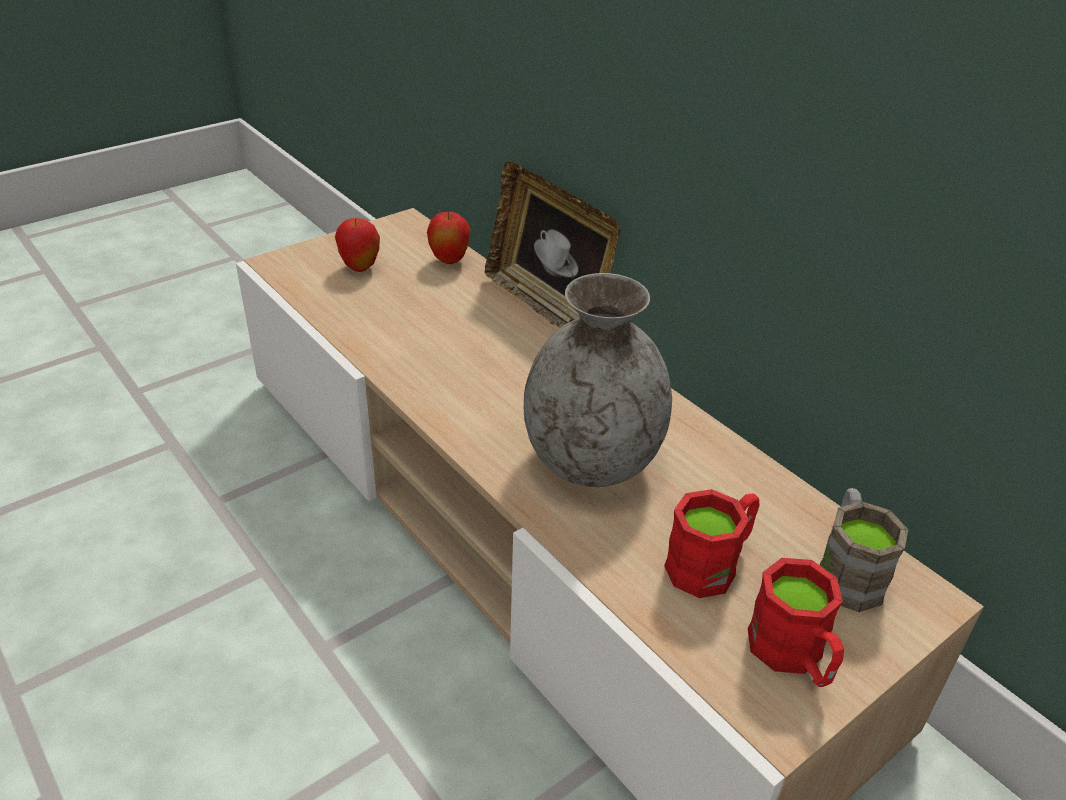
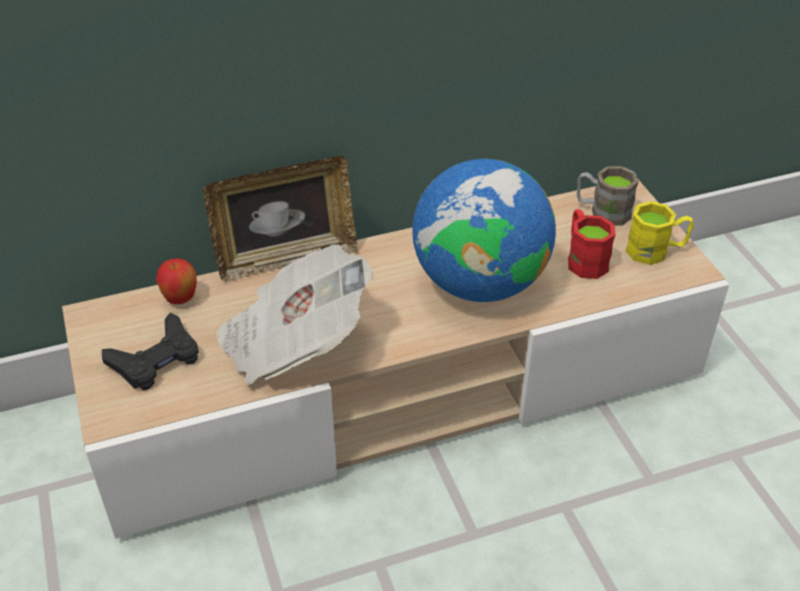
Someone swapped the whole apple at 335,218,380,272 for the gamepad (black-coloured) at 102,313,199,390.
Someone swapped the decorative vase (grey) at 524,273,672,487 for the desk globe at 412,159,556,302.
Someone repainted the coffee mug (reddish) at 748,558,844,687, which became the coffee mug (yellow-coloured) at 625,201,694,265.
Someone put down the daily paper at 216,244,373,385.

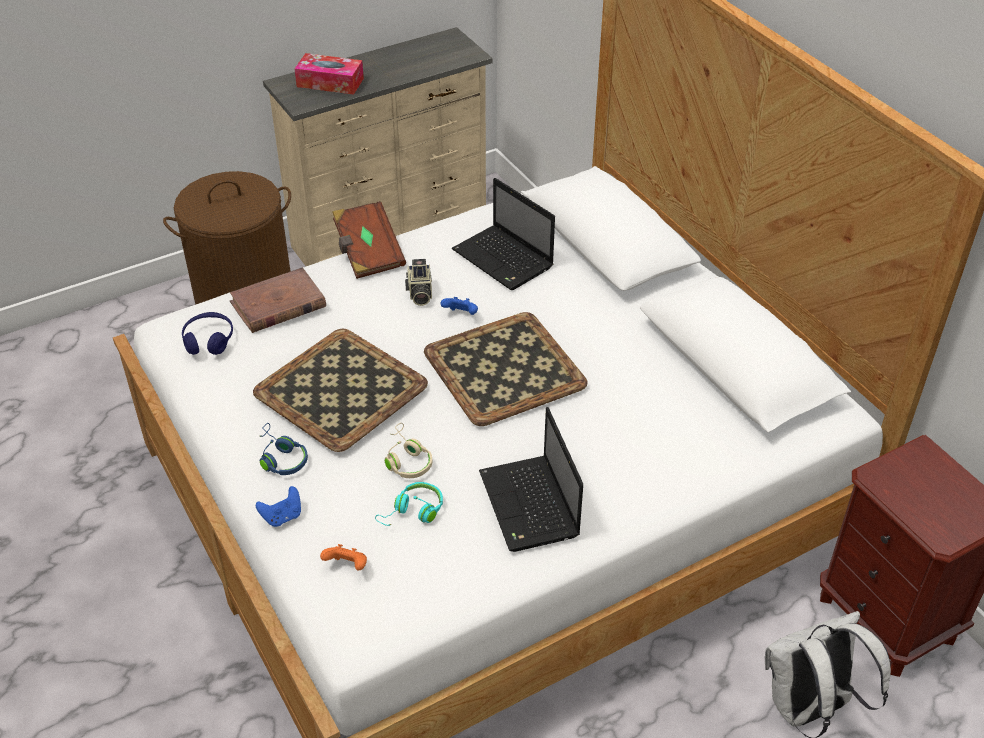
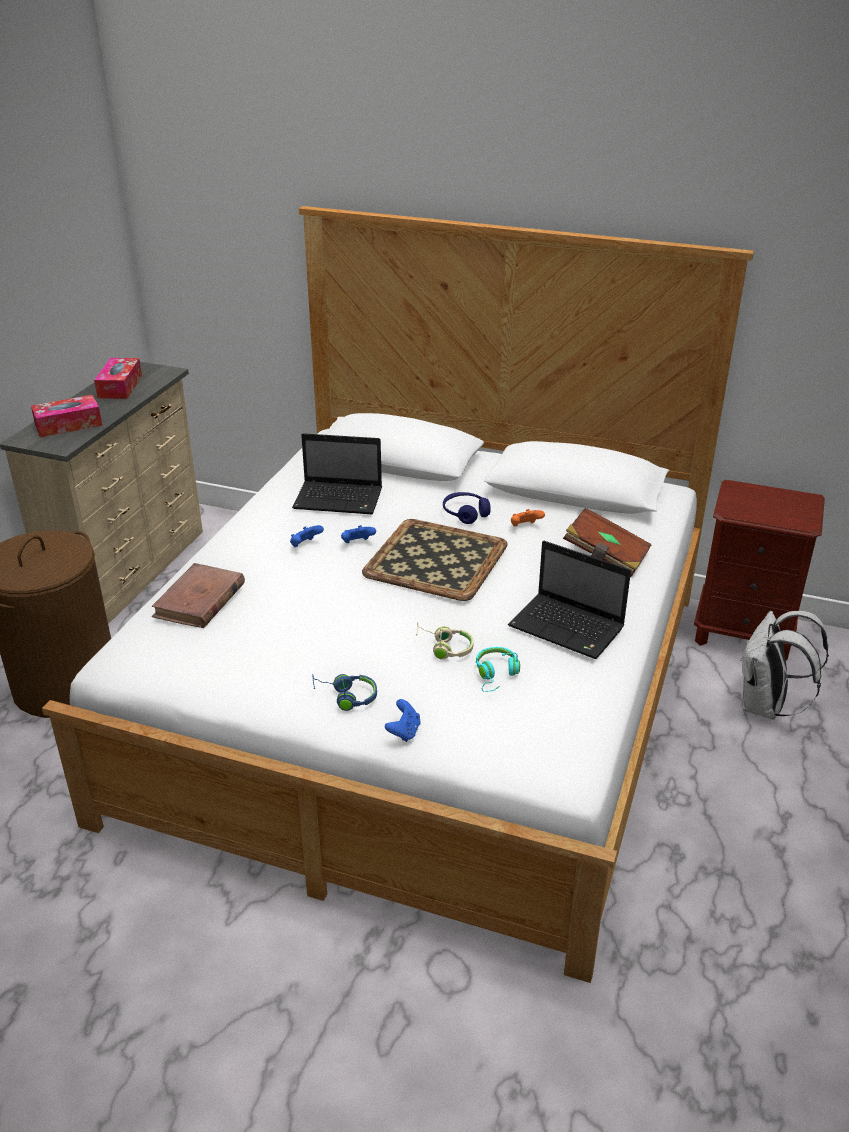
Someone carried the volume (brown-coloured) from 332,201,406,279 to 563,508,652,577.
Someone swapped the still camera at 405,259,432,306 for the gamepad (bluish) at 290,525,324,547.
Someone carried the headphones (bluish) from 182,312,233,355 to 443,492,491,524.
Someone took away the tray at 253,329,428,452.
Someone carried the gamepad (orange) from 320,544,367,570 to 511,509,545,527.
Someone put down the tissue holder at 94,358,142,399.

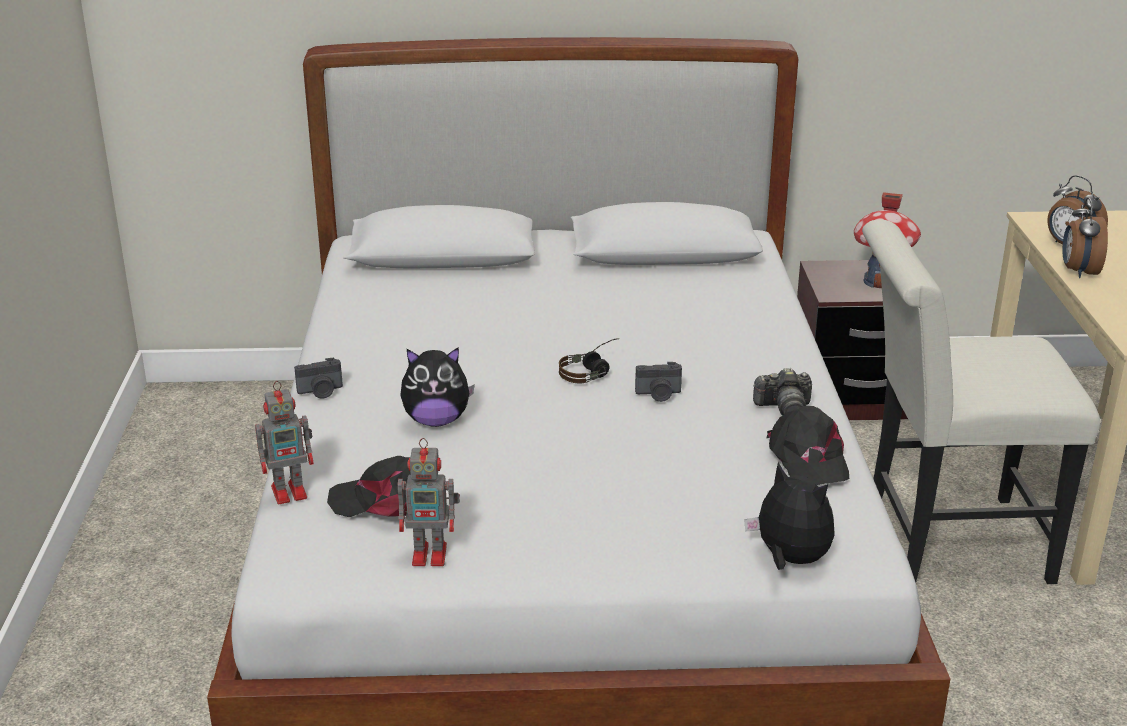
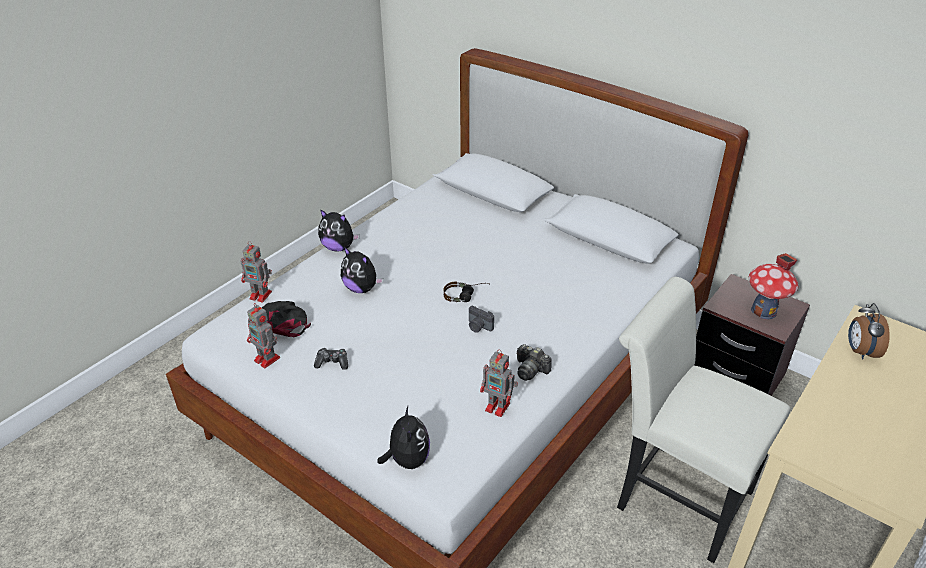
Someone took away the bedside clock at 1062,197,1108,278.
Someone swapped the still camera at 294,358,343,399 for the cuddly toy at 318,209,360,252.
Someone swapped the cap (black-coloured) at 766,406,849,485 for the toy robot at 480,350,518,417.
Someone put down the gamepad at 314,348,348,370.

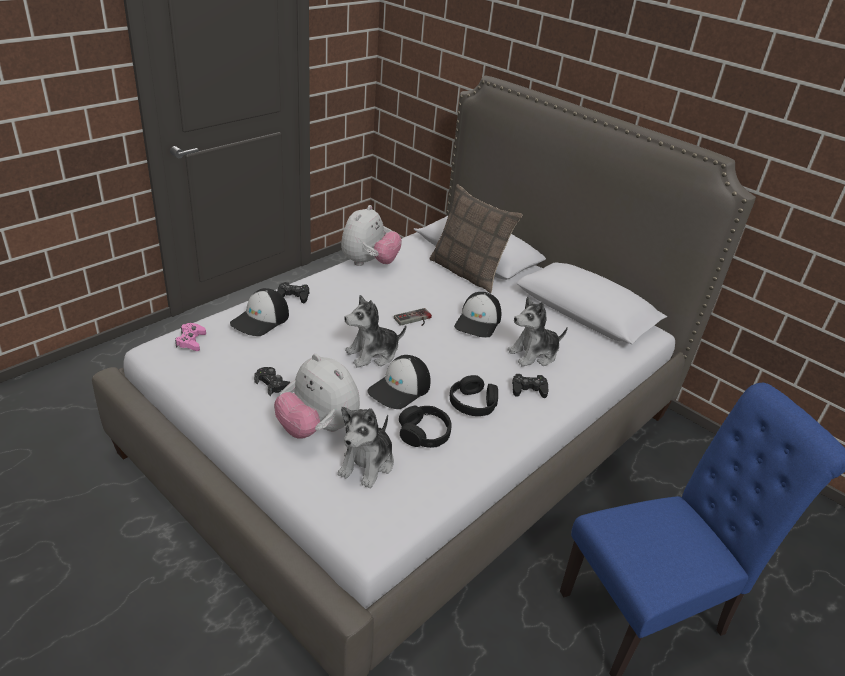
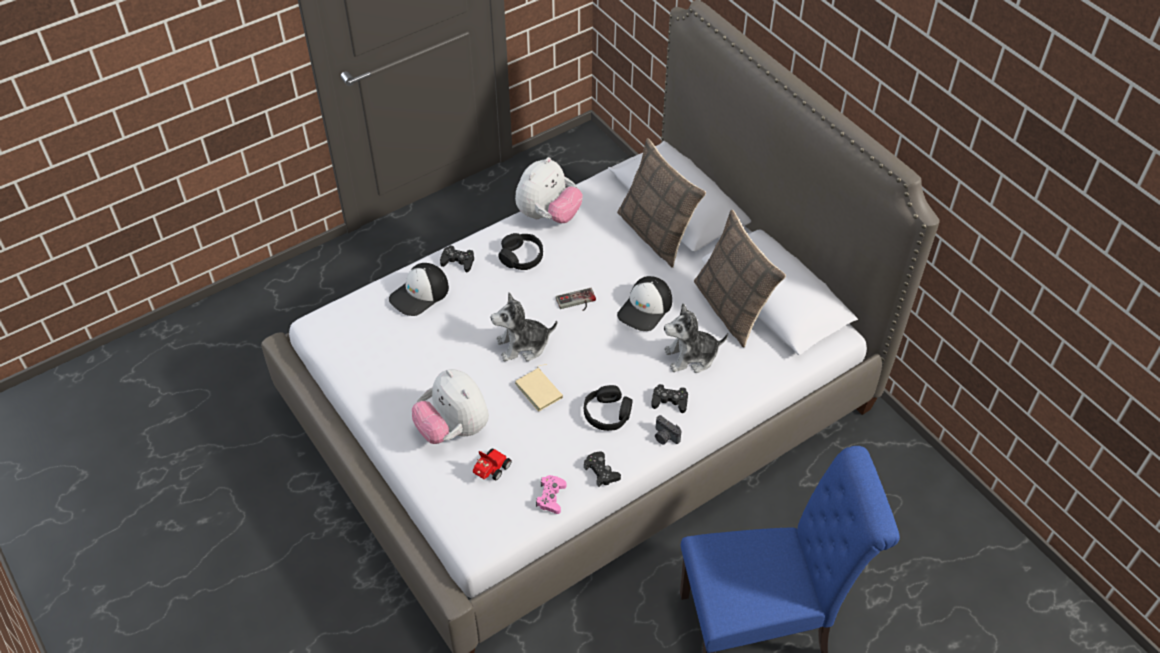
Someone carried the gamepad (pinkish) from 175,323,206,351 to 536,475,566,514.
Someone swapped the cap at 367,355,431,409 for the volume (sand-coloured) at 515,364,563,412.
Someone carried the gamepad (black-coloured) from 254,367,291,396 to 584,451,621,487.
Someone carried the headphones (black-coloured) from 399,406,452,448 to 498,233,543,270.
Someone swapped the cuddly toy at 338,407,394,488 for the toy car at 473,448,512,481.
Someone put down the cushion at 694,210,786,348.
Someone put down the still camera at 655,415,682,445.

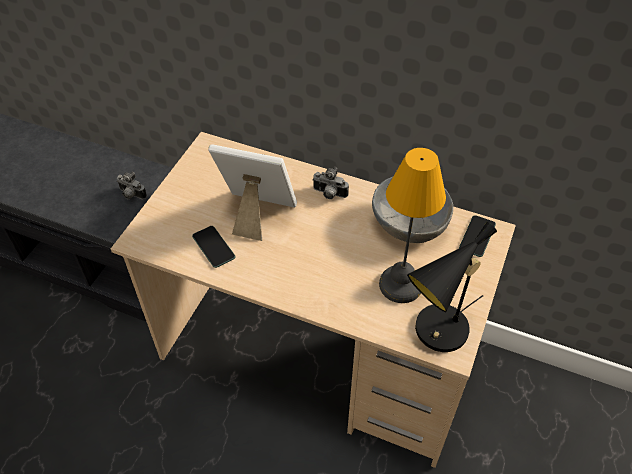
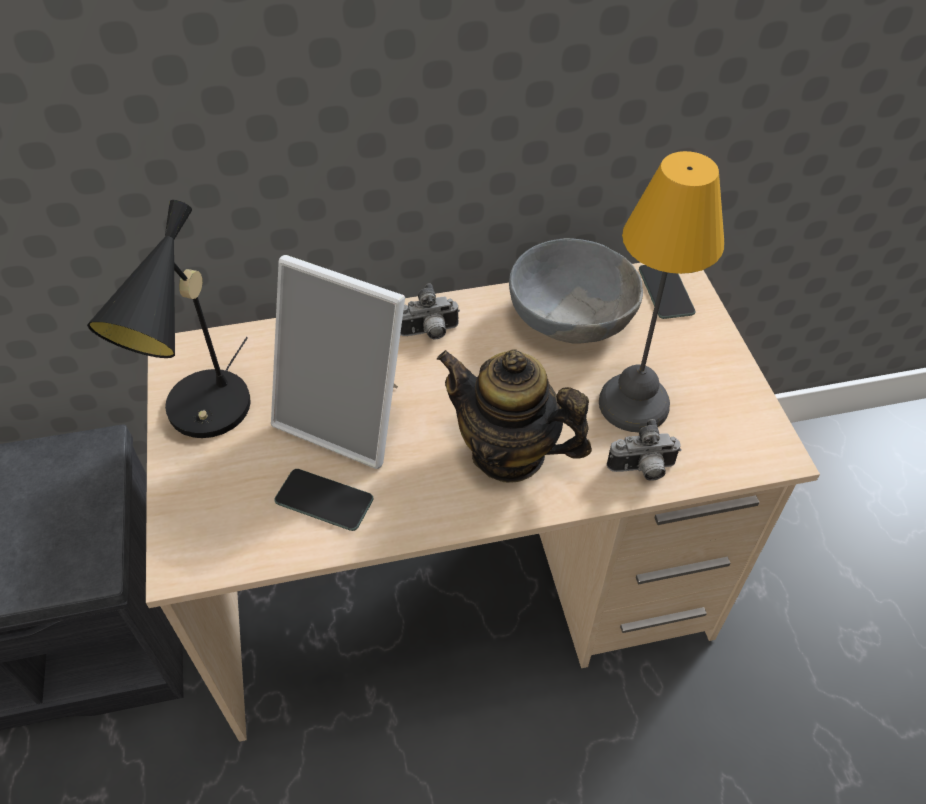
Someone rotated the picture frame at 208,144,297,241 by 135 degrees counterclockwise.
Someone carried the still camera from 117,172,147,199 to 607,419,681,481.
Someone carried the table lamp (black-coloured) from 407,222,497,352 to 87,200,251,438.
Someone put down the pot for tea at 437,349,592,483.

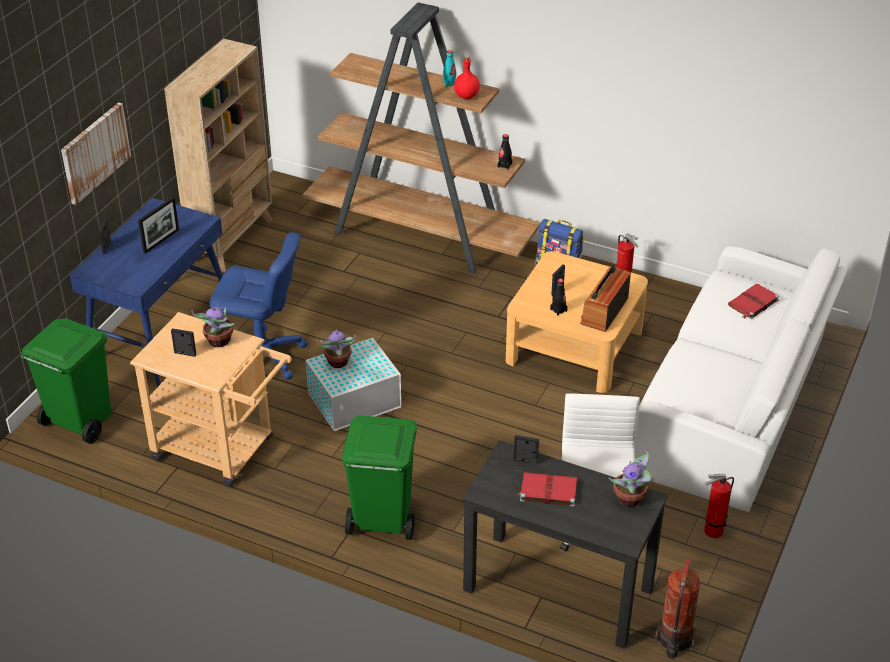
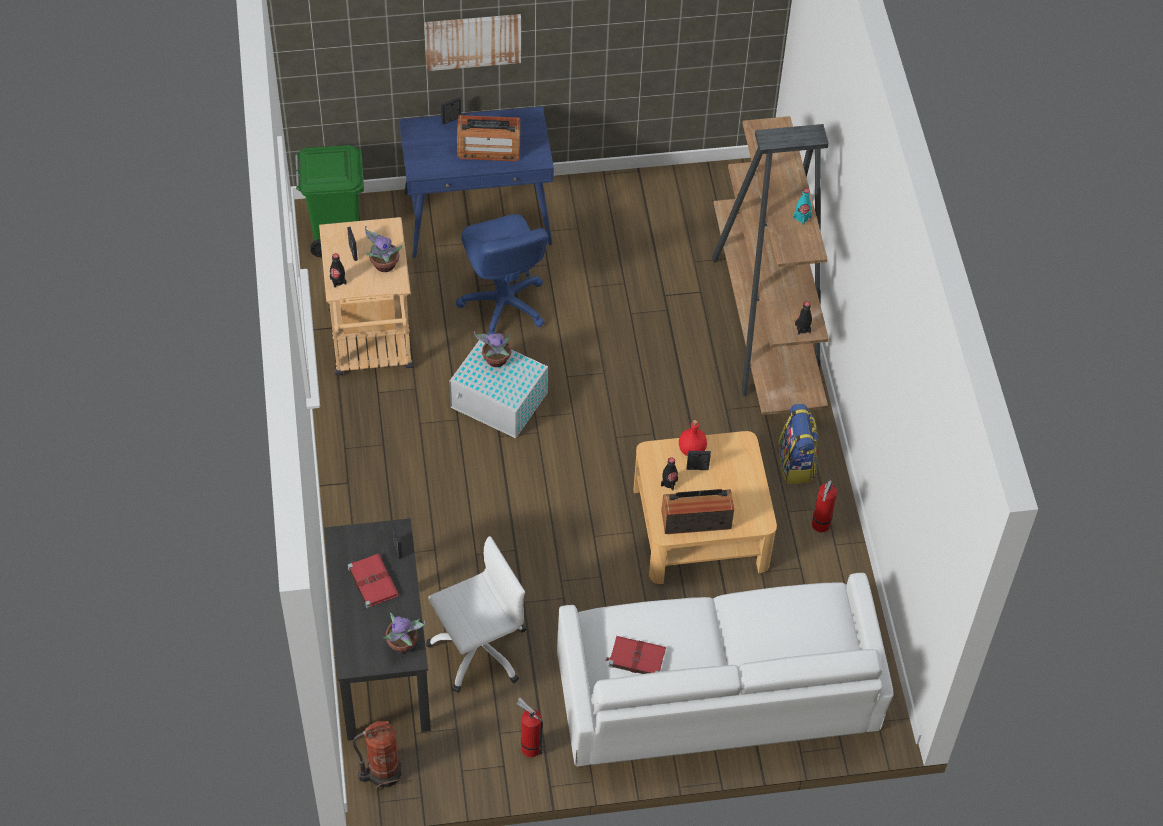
Someone took away the shelving unit (sand-coloured) at 164,38,273,272.
Someone carried the drink bottle (reddish) from 454,56,480,99 to 679,420,707,456.
Someone swapped the picture frame at 138,197,179,254 for the radio at 457,115,520,161.
Someone carried the volume (reddish) from 728,284,779,319 to 606,636,666,674.
Someone took away the rubbish bin (green-coloured) at 342,415,417,540.
Someone put down the drink bottle (black-coloured) at 330,253,347,288.

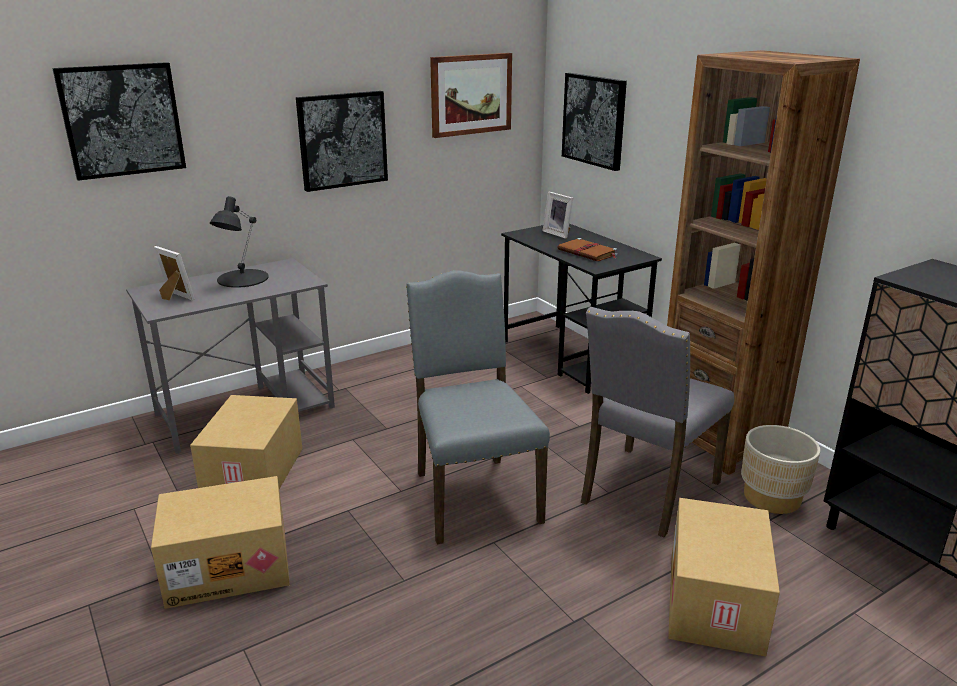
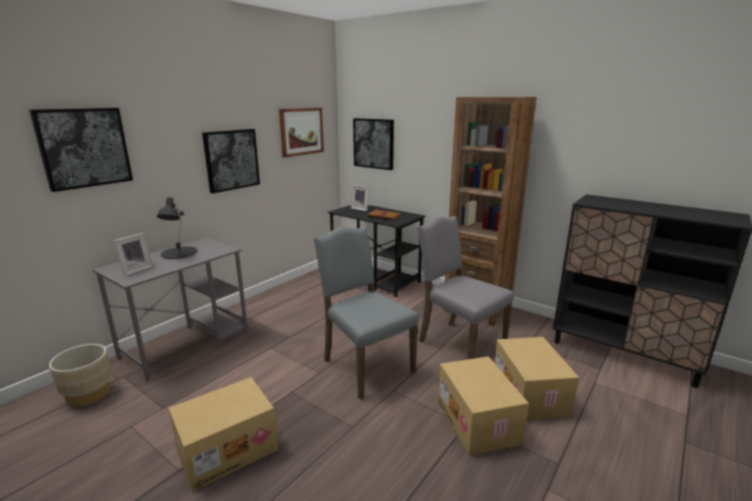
Someone rotated the picture frame at 154,246,195,300 by 105 degrees clockwise.
Someone rotated the chair (grey) at 581,307,734,537 by 120 degrees clockwise.
Someone carried the packing box from 190,395,302,489 to 438,356,529,456.
Someone carried the planter (sand-coloured) from 741,425,820,514 to 49,344,111,407.

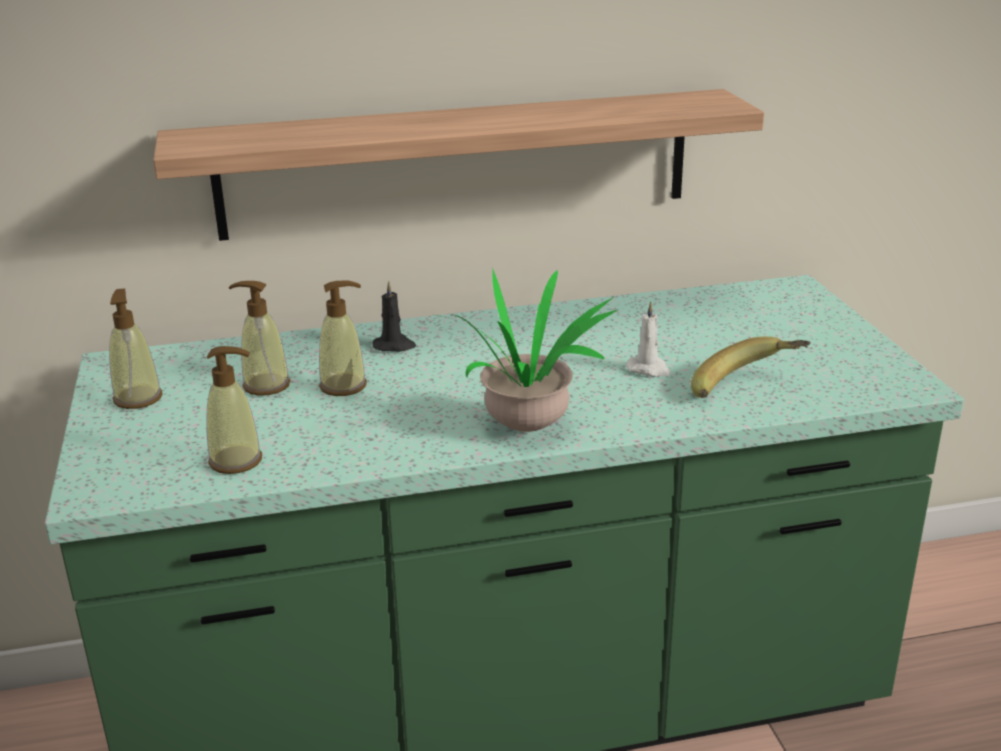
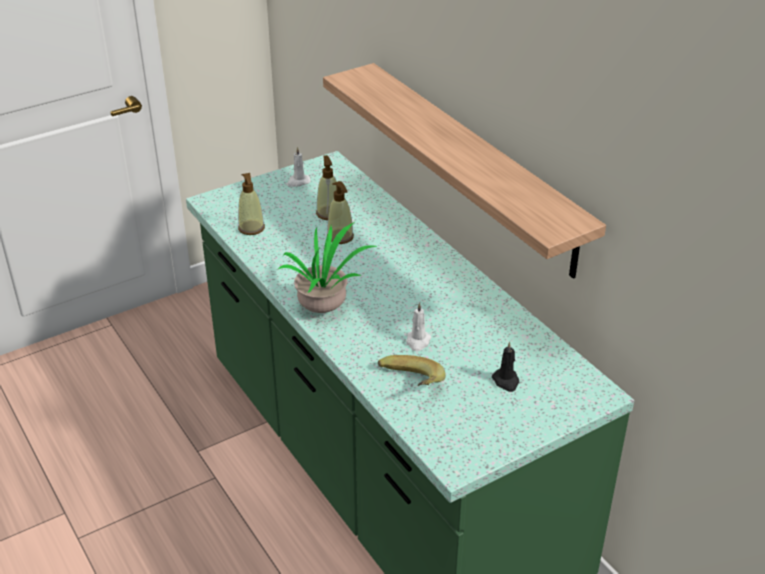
Someone carried the candle (black-coloured) from 373,281,416,352 to 492,342,519,392.
Someone swapped the soap bottle at 109,288,163,409 for the candle (whitish) at 287,147,311,187.

